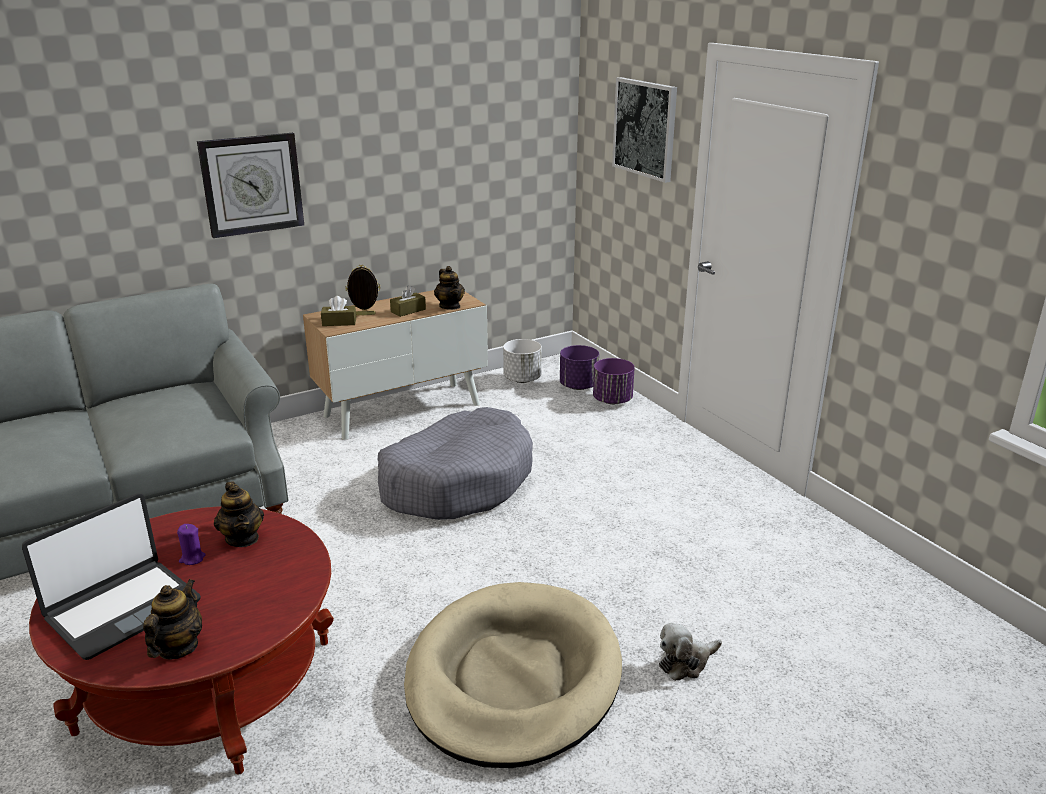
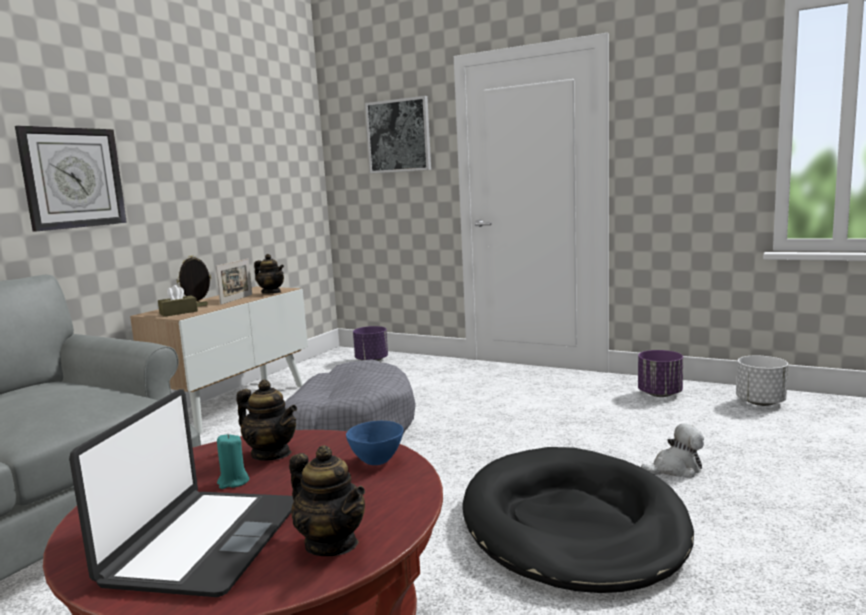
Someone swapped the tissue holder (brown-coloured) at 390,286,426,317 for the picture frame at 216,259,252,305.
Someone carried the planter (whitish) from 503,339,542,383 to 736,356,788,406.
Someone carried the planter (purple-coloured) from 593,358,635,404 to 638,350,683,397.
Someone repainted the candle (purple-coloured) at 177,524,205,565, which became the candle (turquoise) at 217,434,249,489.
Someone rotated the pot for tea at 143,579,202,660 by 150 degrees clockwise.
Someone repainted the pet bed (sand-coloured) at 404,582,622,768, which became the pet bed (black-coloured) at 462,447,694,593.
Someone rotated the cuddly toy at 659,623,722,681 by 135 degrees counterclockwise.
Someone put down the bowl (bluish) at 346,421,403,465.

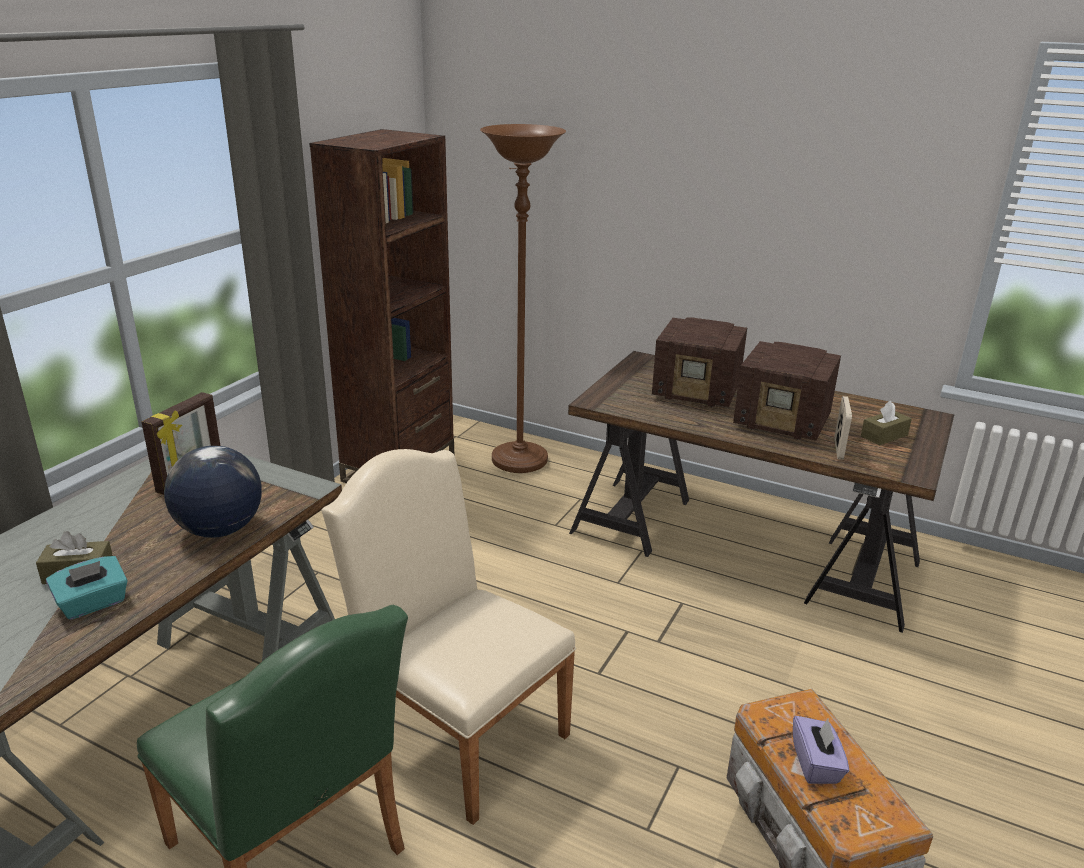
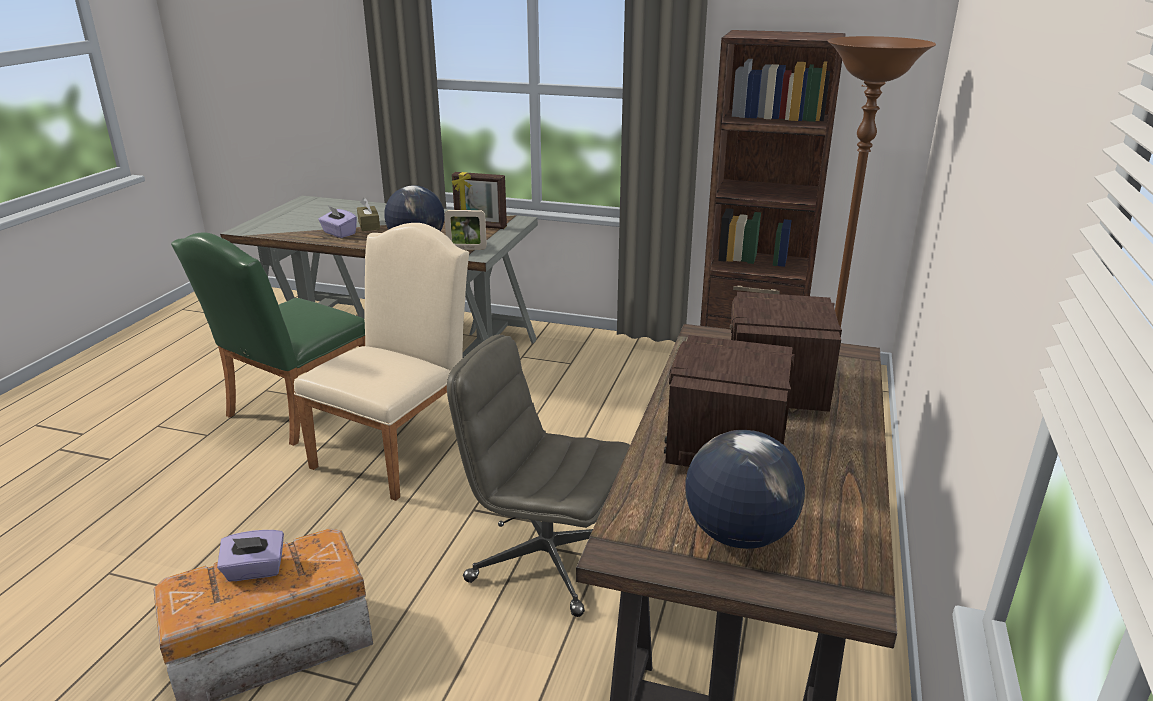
Someone carried the picture frame from 834,396,852,460 to 444,210,487,250.
Someone swapped the tissue holder (brown-coloured) at 861,401,912,446 for the desk globe at 685,430,805,549.
Someone repainted the tissue holder (turquoise) at 46,556,128,620, which became the tissue holder (purple-coloured) at 318,206,357,238.
Someone put down the desk chair (grey) at 447,335,630,617.

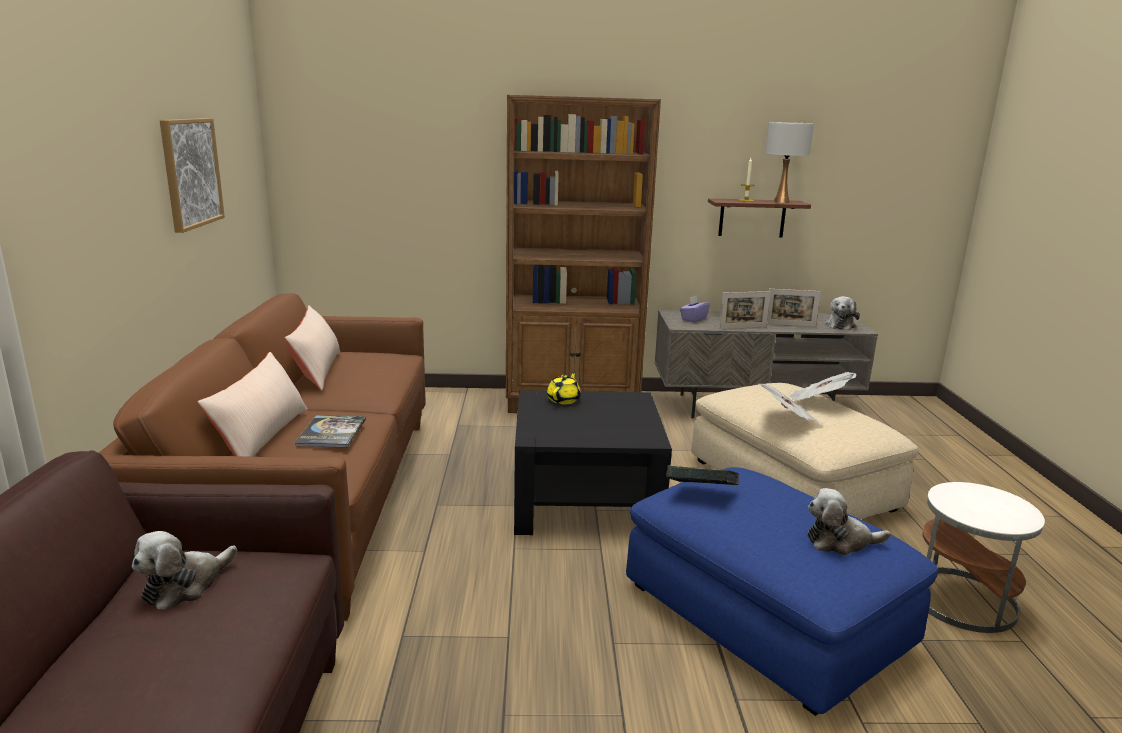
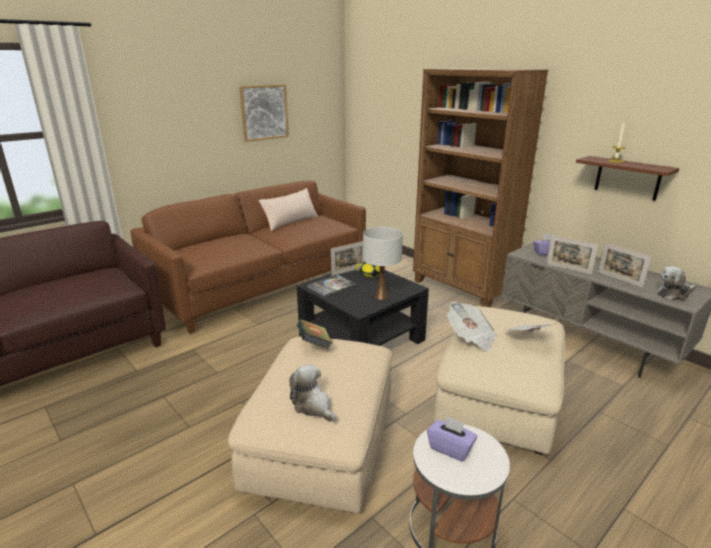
Someone carried the table lamp (whitish) from 765,122,814,203 to 363,227,403,300.
Someone took away the cushion (sand-coloured) at 198,352,308,457.
Someone carried the volume from 294,415,366,448 to 307,275,357,297.
Someone repainted the ottoman (bluish) at 626,467,938,716, which became the ottoman (sand-coloured) at 228,337,392,513.
Someone took away the cuddly toy at 132,531,237,610.
Someone put down the picture frame at 331,241,364,276.
Someone put down the tissue holder (purple-coloured) at 427,416,477,462.

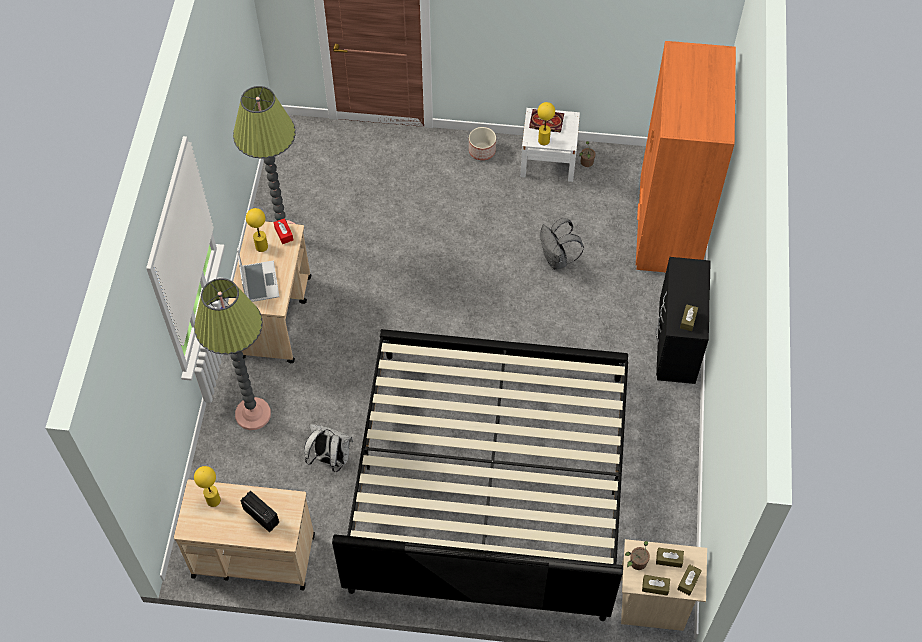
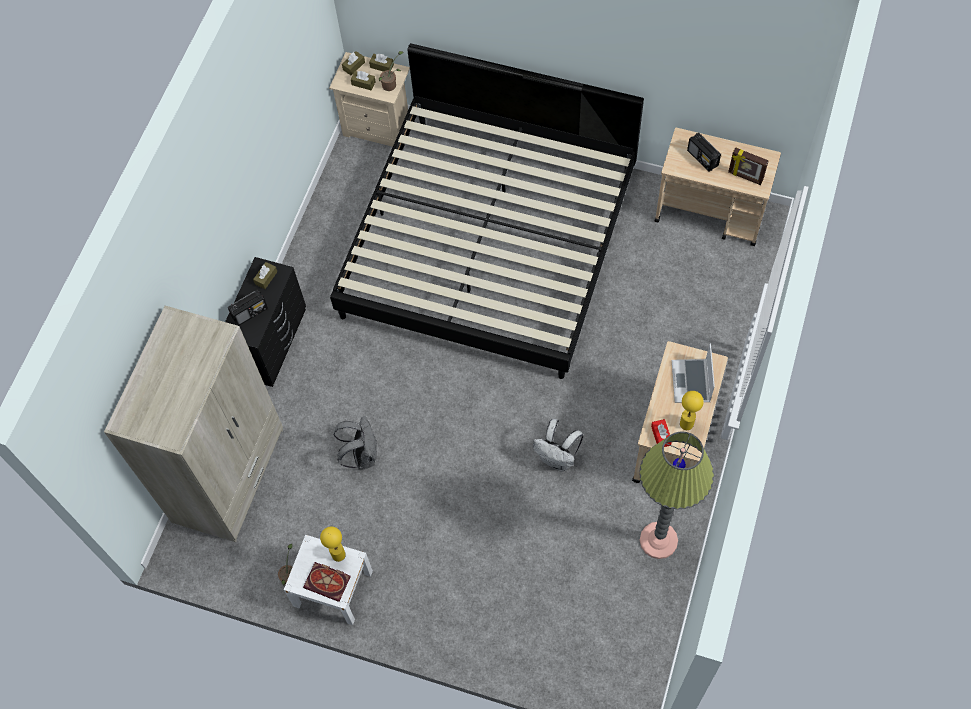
Someone repainted the clothes cupboard (orange) at 636,41,736,272, which became the clothes cupboard (sand-coloured) at 104,306,283,542.
Someone took away the planter at 469,127,496,160.
Someone took away the floor lamp at 194,278,271,430.
Someone carried the knapsack (whitish) from 304,424,353,472 to 533,419,583,471.
Someone swapped the table lamp (yellow-coloured) at 194,466,221,507 for the picture frame at 728,147,769,185.
Someone put down the radio at 228,290,268,326.

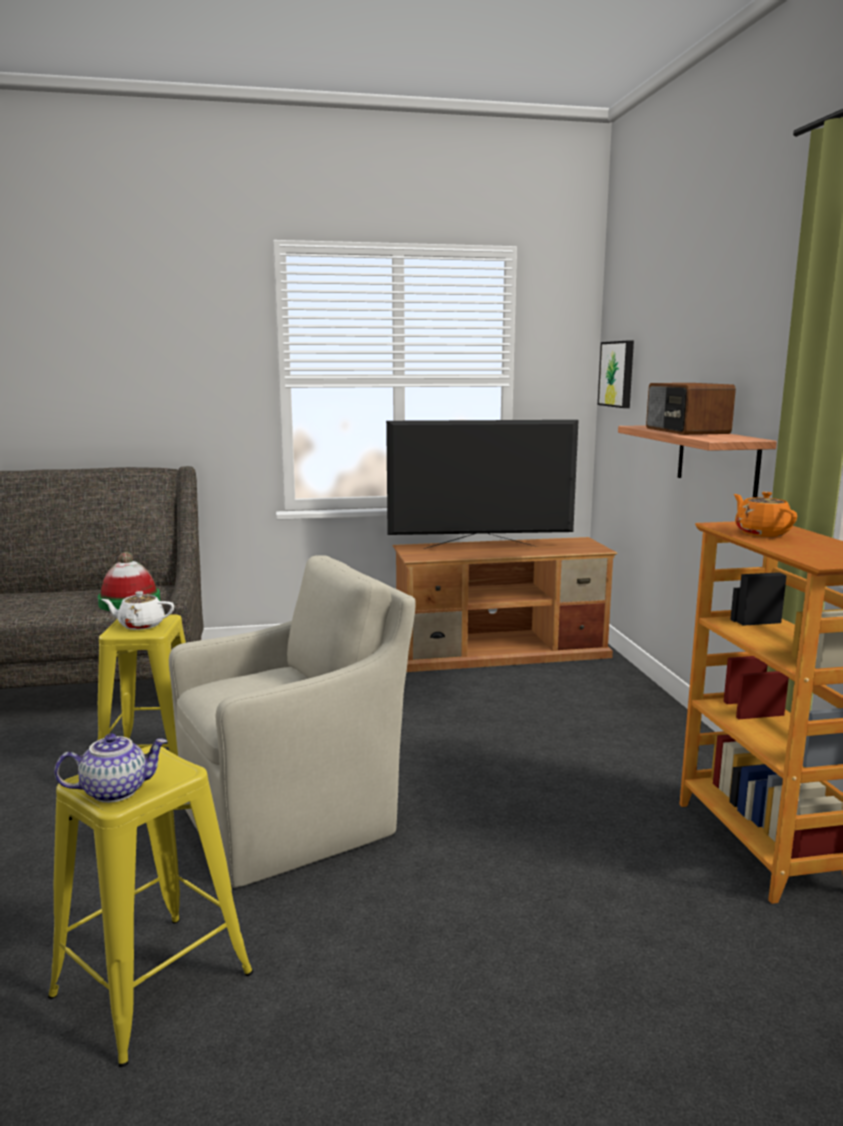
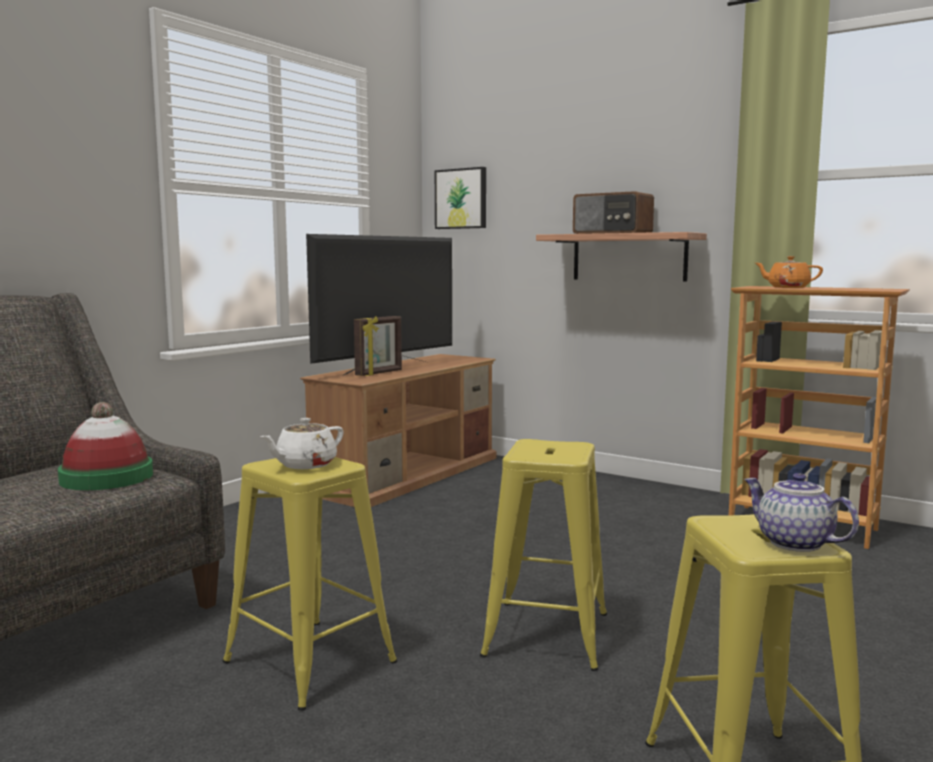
Someone swapped the easy chair (sand-coloured) at 169,555,416,888 for the sitting stool (yellow-coloured) at 480,439,607,671.
Someone rotated the pot for tea at 54,733,167,803 by 60 degrees counterclockwise.
Someone put down the picture frame at 354,316,402,376.

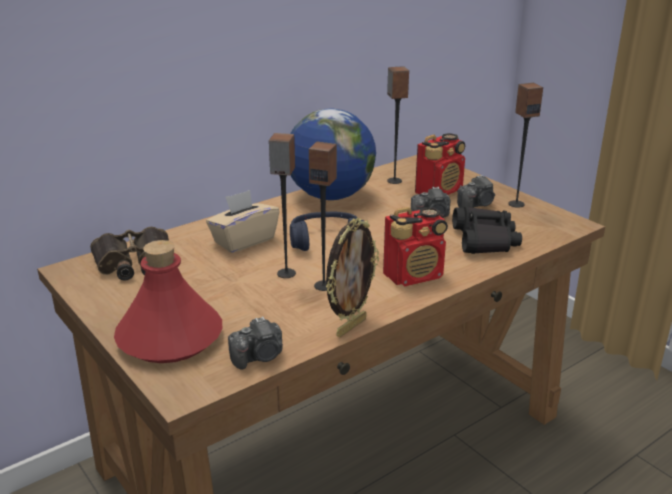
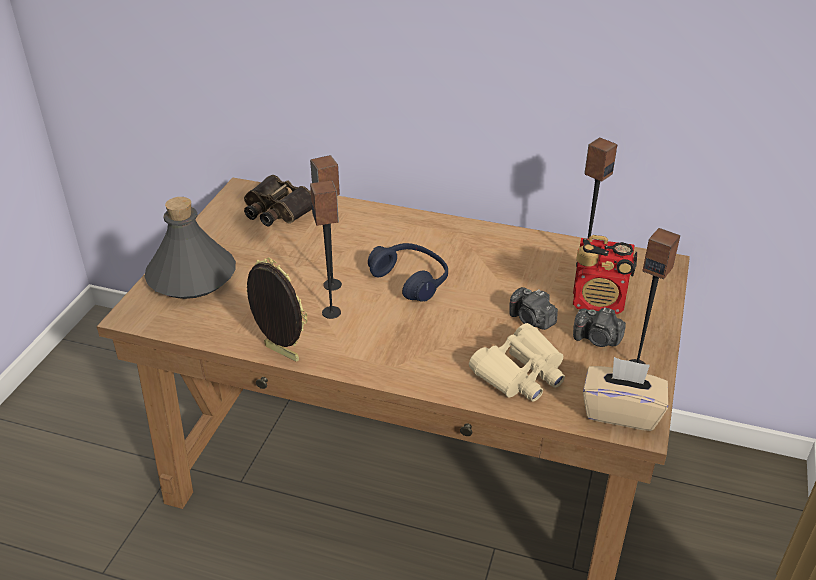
Someone took away the desk globe at 290,109,376,200.
Someone carried the tissue holder (sand-coloured) from 206,190,280,253 to 583,357,668,431.
Someone took away the radio at 383,207,448,286.
Someone repainted the binoculars (black-coloured) at 452,207,522,254, which became the binoculars (sand-coloured) at 469,323,565,402.
Someone rotated the picture frame at 326,218,379,337 by 150 degrees counterclockwise.
Someone repainted the drink bottle (reddish) at 114,240,222,363, which became the drink bottle (grey) at 145,197,236,299.
Someone took away the still camera at 228,316,283,370.

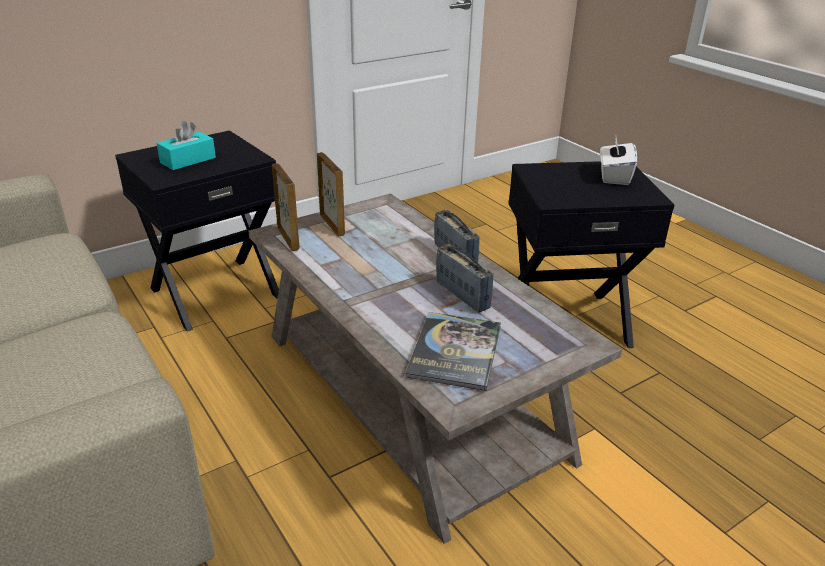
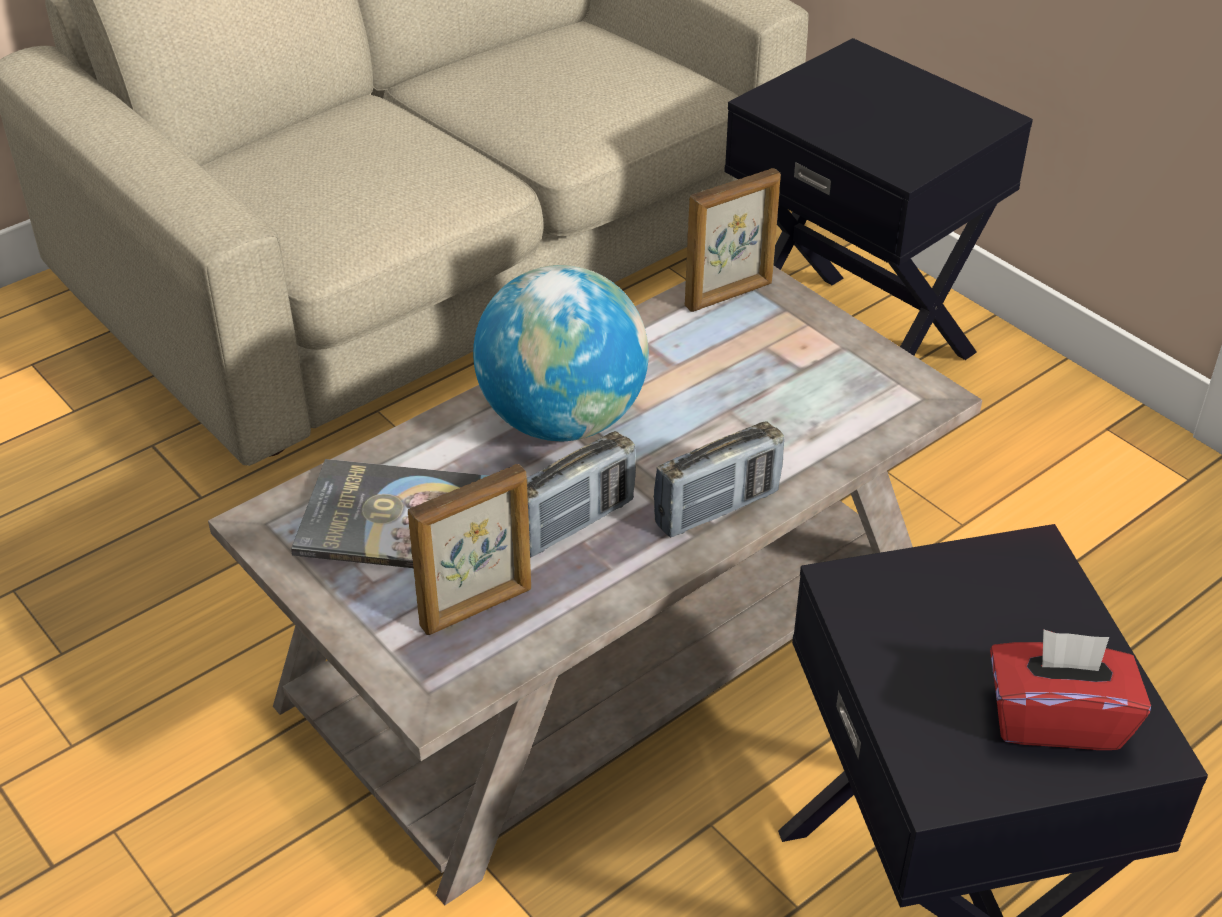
Someone took away the tissue holder (turquoise) at 156,121,216,170.
Someone repainted the tissue holder (whitish) at 600,137,637,185, which became the tissue holder (reddish) at 990,629,1151,750.
Someone carried the picture frame from 317,152,345,237 to 408,464,531,635.
Someone put down the desk globe at 473,265,649,441.

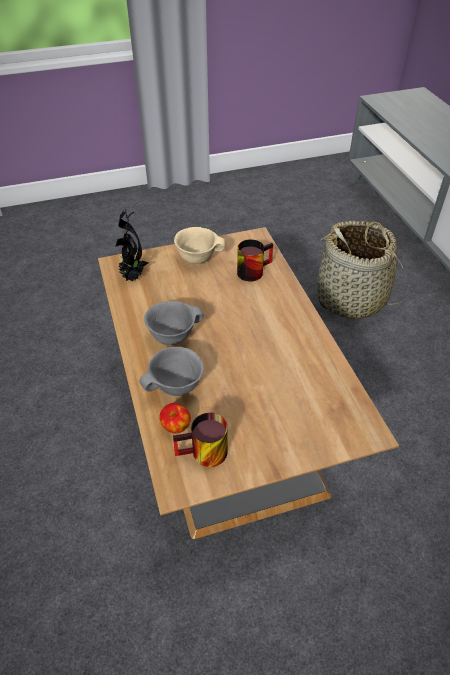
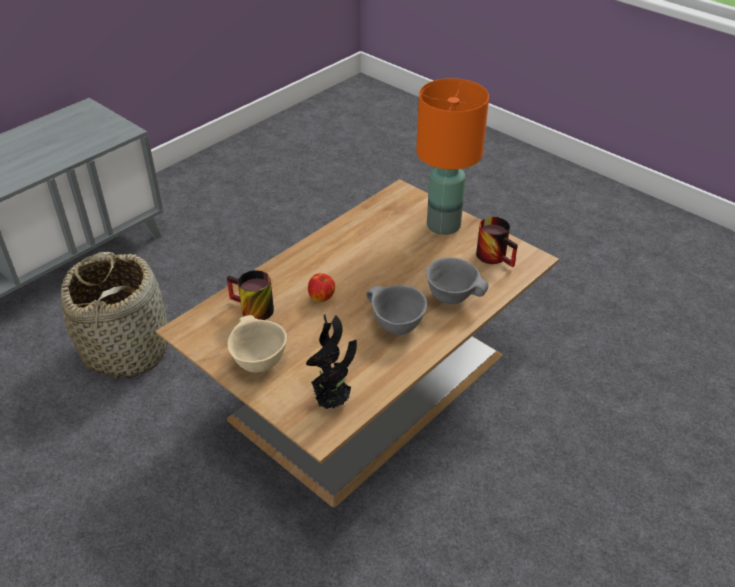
Someone carried the whole apple from 159,403,191,433 to 308,273,335,302.
Someone put down the table lamp (orange) at 416,78,489,235.

